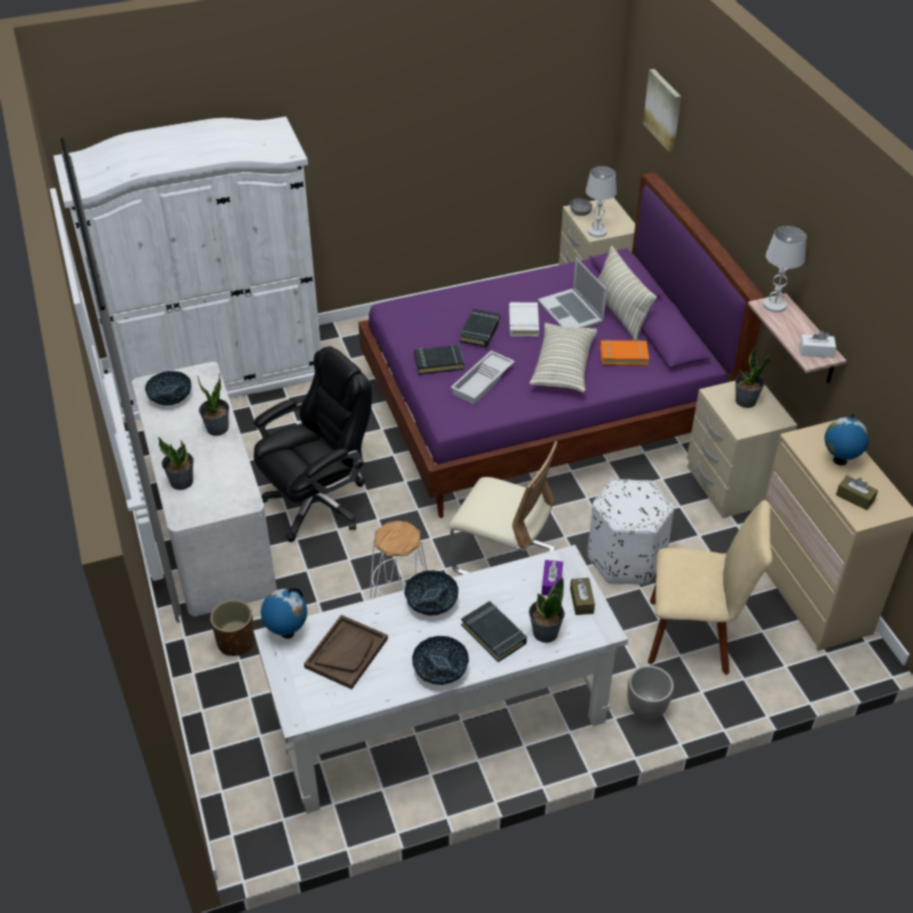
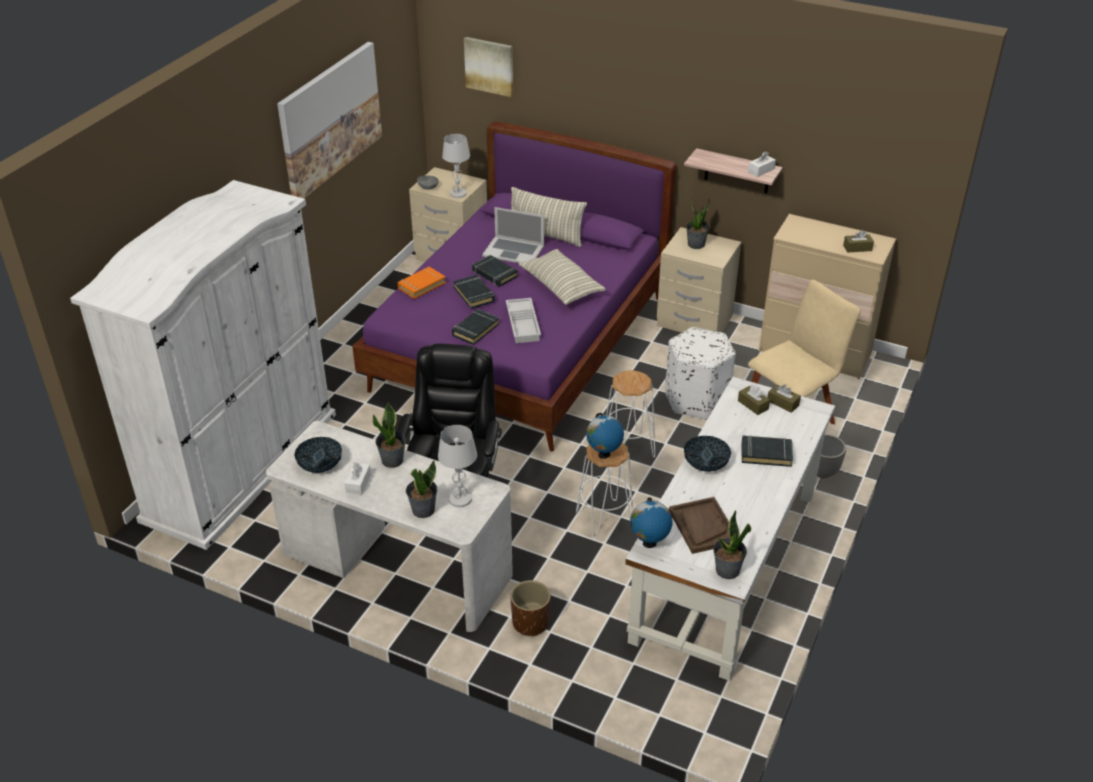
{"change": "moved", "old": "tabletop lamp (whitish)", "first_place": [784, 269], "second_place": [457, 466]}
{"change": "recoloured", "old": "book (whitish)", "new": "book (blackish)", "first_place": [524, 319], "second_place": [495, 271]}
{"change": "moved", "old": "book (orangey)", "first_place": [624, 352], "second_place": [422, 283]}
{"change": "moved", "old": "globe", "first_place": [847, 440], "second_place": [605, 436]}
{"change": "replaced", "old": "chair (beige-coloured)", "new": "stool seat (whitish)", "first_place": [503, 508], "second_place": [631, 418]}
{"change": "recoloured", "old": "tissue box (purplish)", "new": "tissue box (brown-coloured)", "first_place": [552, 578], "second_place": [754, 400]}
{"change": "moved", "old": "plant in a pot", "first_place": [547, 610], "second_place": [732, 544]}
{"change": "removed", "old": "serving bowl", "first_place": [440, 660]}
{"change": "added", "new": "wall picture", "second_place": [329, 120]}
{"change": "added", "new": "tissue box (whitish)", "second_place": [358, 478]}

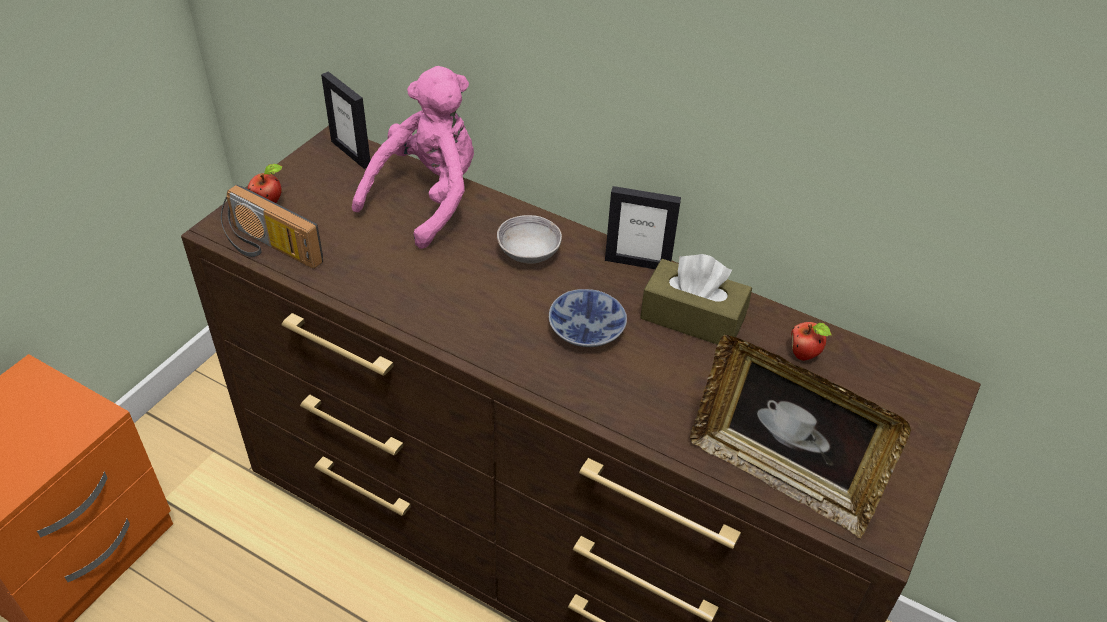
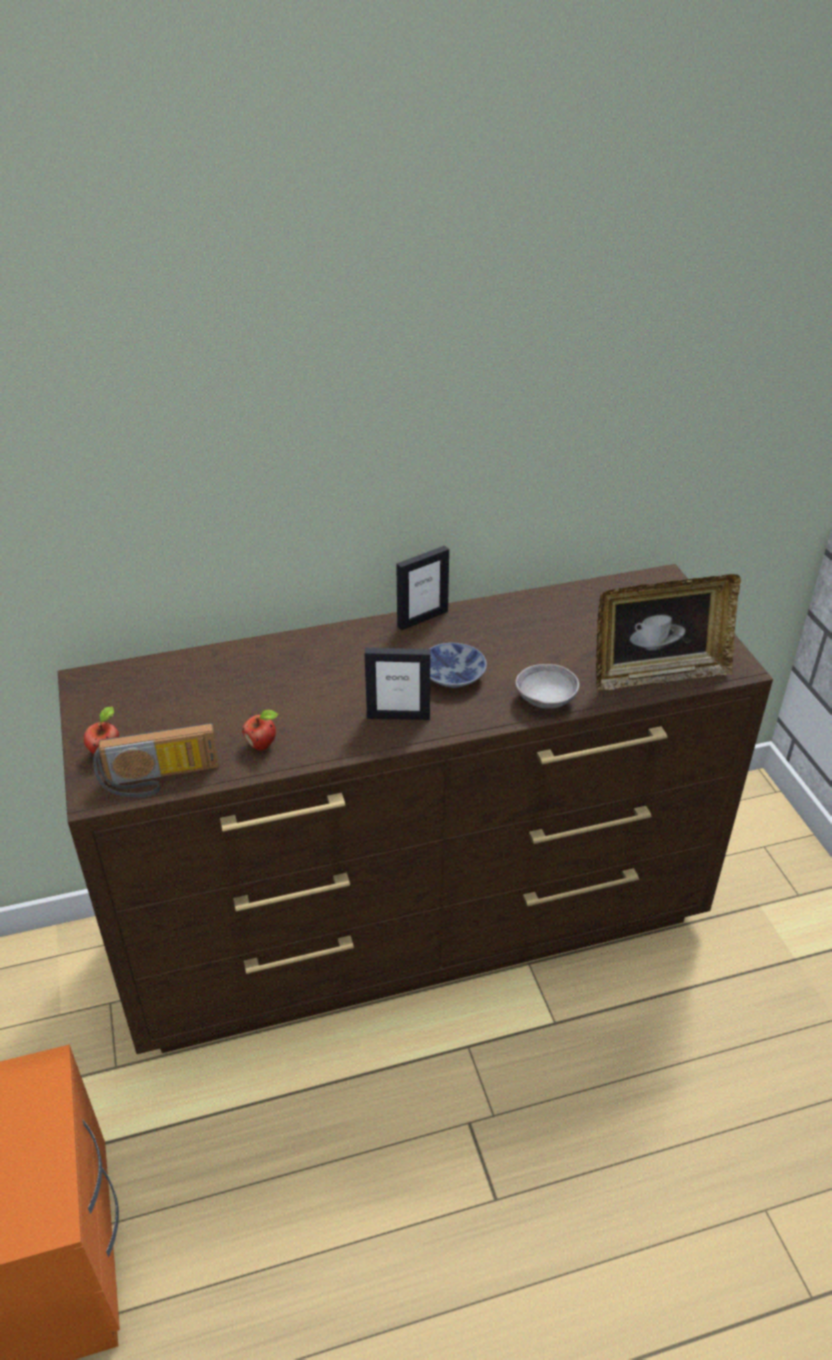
{"change": "removed", "old": "soft toy (pinkish)", "first_place": [413, 157]}
{"change": "moved", "old": "photo frame", "first_place": [345, 120], "second_place": [397, 684]}
{"change": "moved", "old": "serving bowl (grey)", "first_place": [529, 239], "second_place": [547, 686]}
{"change": "removed", "old": "tissue box (brown-coloured)", "first_place": [696, 299]}
{"change": "moved", "old": "whole apple", "first_place": [811, 341], "second_place": [260, 730]}

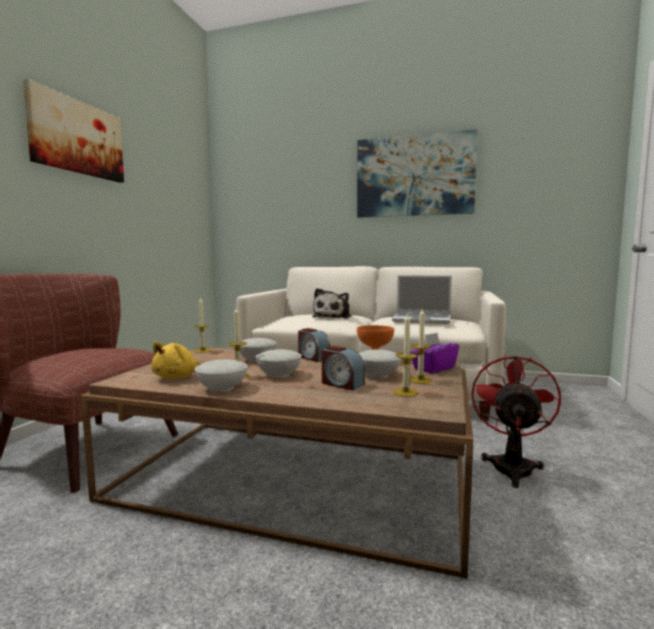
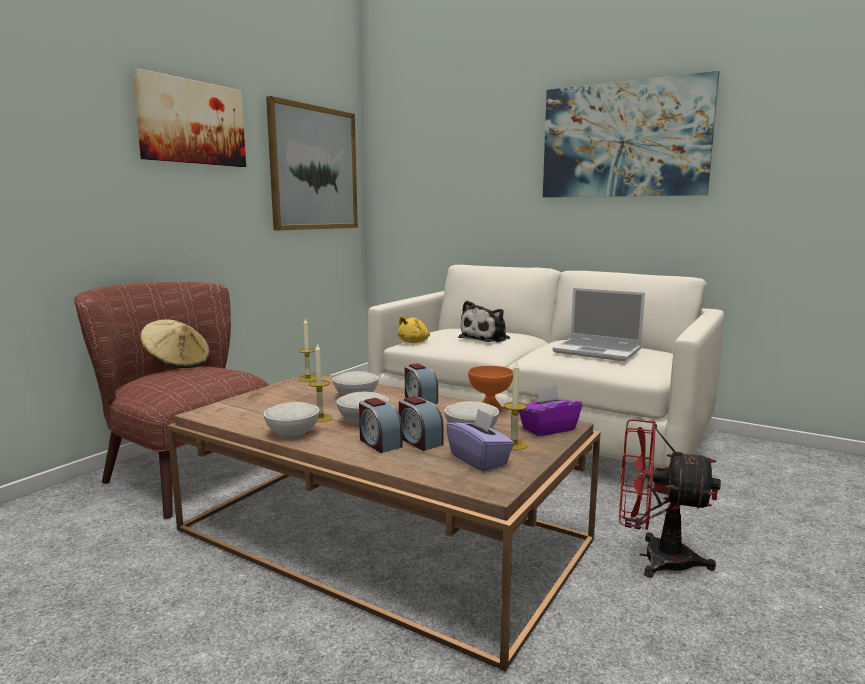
{"change": "replaced", "old": "candle", "new": "tissue box (purplish)", "first_place": [405, 355], "second_place": [480, 440]}
{"change": "moved", "old": "soft toy (yellow)", "first_place": [175, 360], "second_place": [414, 329]}
{"change": "turned", "old": "electric fan (reddish)", "first_place": [516, 421], "second_place": [670, 498], "degrees": -105}
{"change": "added", "new": "wall picture", "second_place": [312, 163]}
{"change": "added", "new": "wearable hat (beige-coloured)", "second_place": [175, 344]}
{"change": "added", "new": "table clock", "second_place": [381, 425]}

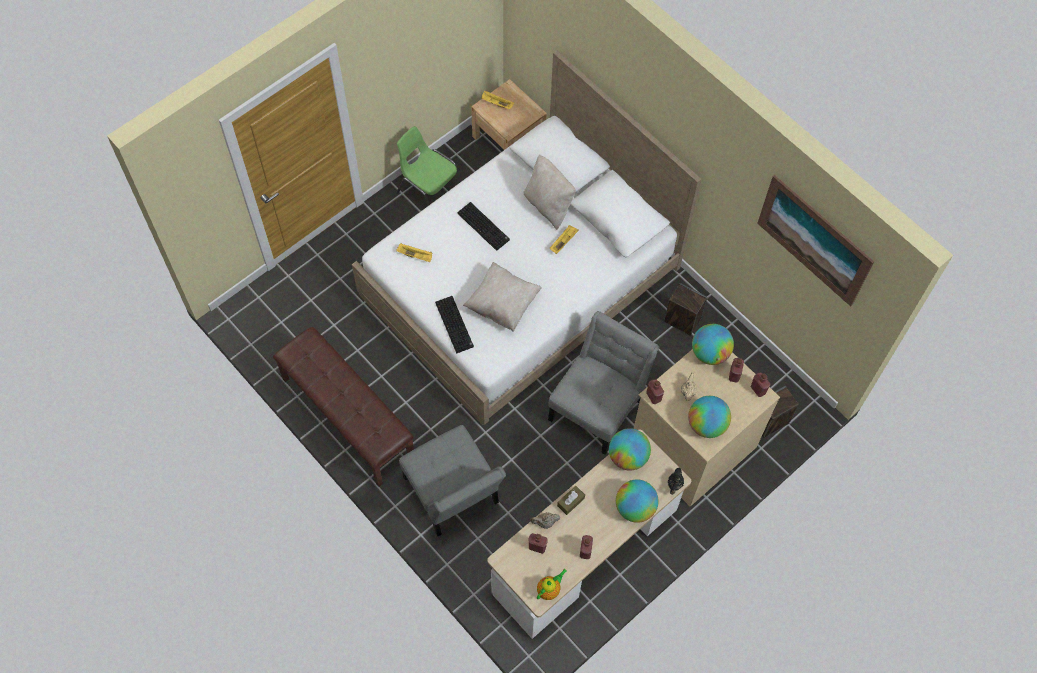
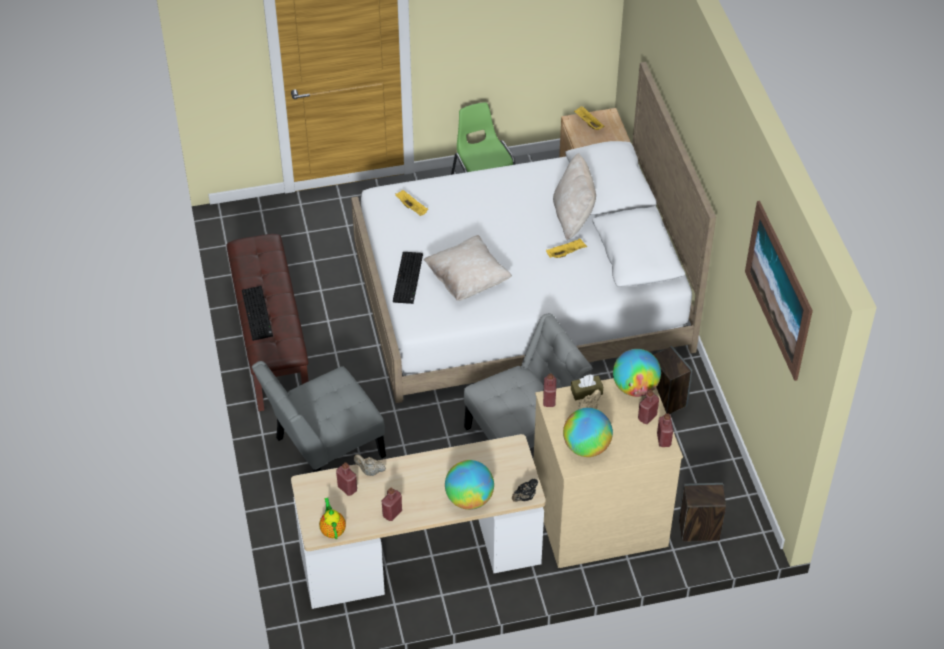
{"change": "moved", "old": "computer keyboard", "first_place": [483, 226], "second_place": [257, 313]}
{"change": "turned", "old": "chair (grey)", "first_place": [452, 480], "second_place": [319, 416], "degrees": 60}
{"change": "removed", "old": "globe", "first_place": [630, 449]}
{"change": "moved", "old": "tissue box (brown-coloured)", "first_place": [571, 500], "second_place": [587, 387]}
{"change": "turned", "old": "tea pot", "first_place": [552, 584], "second_place": [332, 518], "degrees": -90}

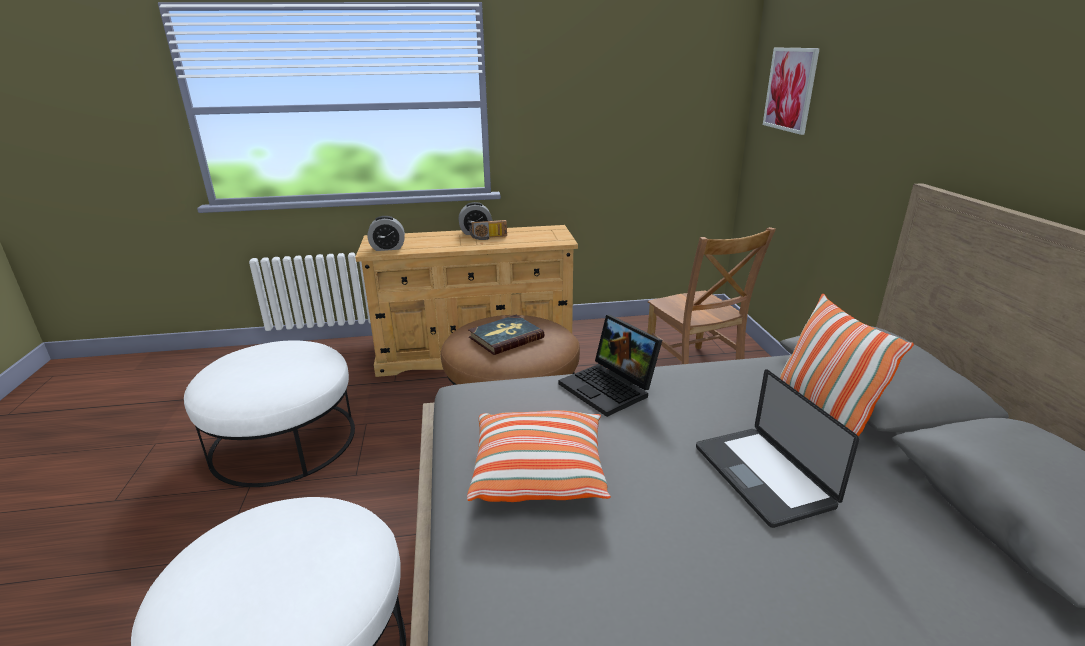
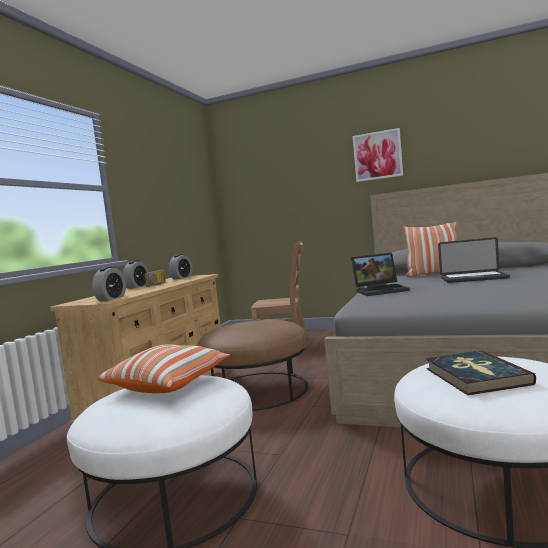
{"change": "moved", "old": "wall picture", "first_place": [791, 91], "second_place": [378, 155]}
{"change": "moved", "old": "book", "first_place": [506, 335], "second_place": [481, 372]}
{"change": "moved", "old": "throw pillow", "first_place": [539, 456], "second_place": [163, 368]}
{"change": "added", "new": "table clock", "second_place": [180, 266]}

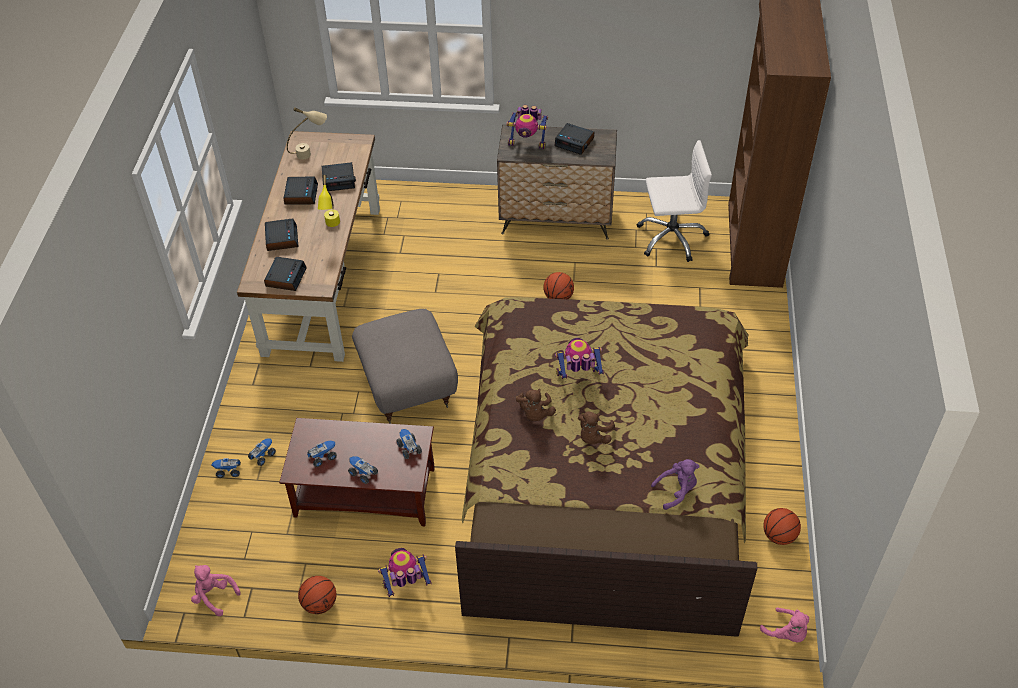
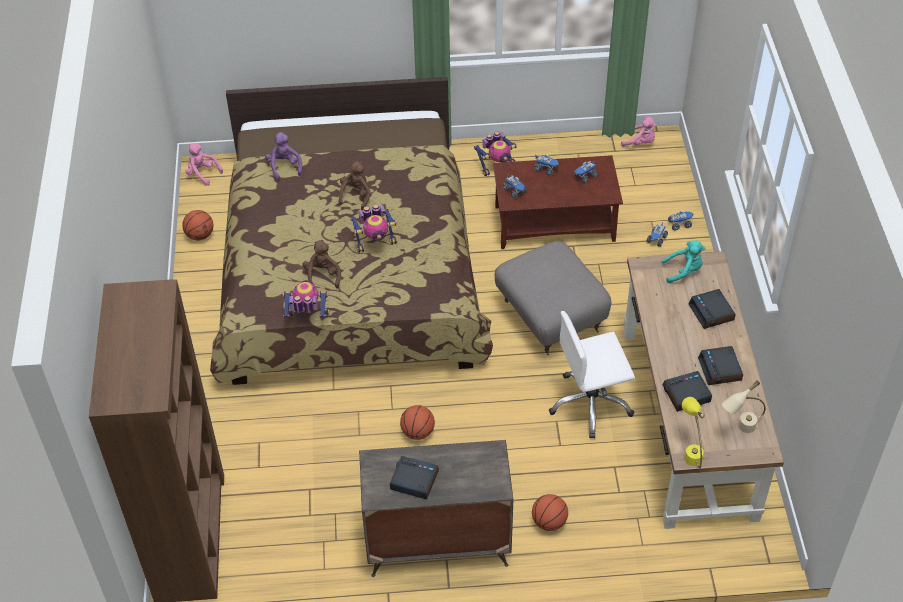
{"change": "moved", "old": "model robot", "first_place": [527, 127], "second_place": [306, 299]}
{"change": "moved", "old": "office chair (whitish)", "first_place": [674, 201], "second_place": [592, 374]}
{"change": "moved", "old": "tabletop lamp (yellow)", "first_place": [329, 201], "second_place": [693, 432]}
{"change": "replaced", "old": "table clock", "new": "soft toy (turquoise-coloured)", "first_place": [285, 274], "second_place": [683, 261]}
{"change": "moved", "old": "soft toy (brown-coloured)", "first_place": [536, 405], "second_place": [321, 264]}
{"change": "turned", "old": "soft toy (purplish)", "first_place": [675, 484], "second_place": [283, 156], "degrees": 105}
{"change": "moved", "old": "basketball", "first_place": [317, 595], "second_place": [550, 512]}

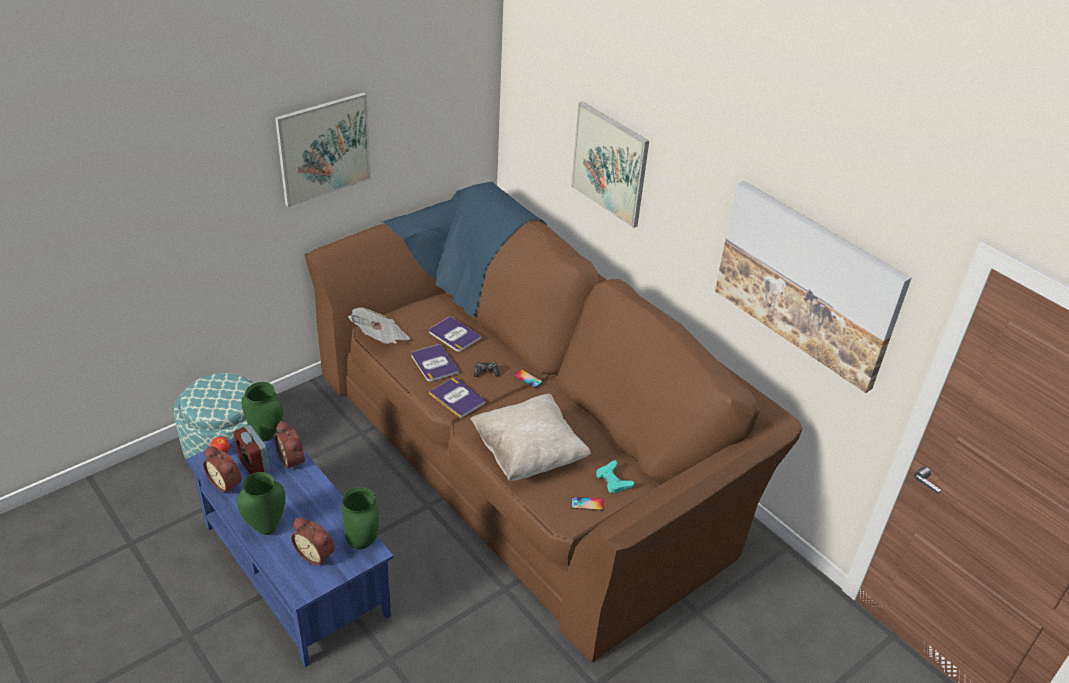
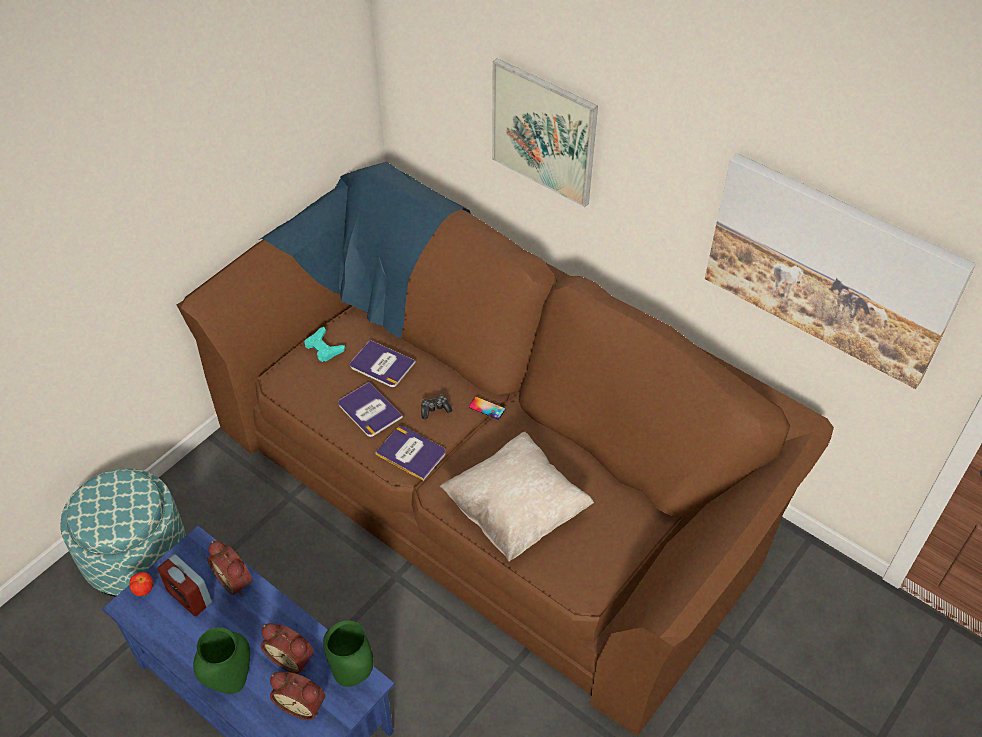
{"change": "removed", "old": "wall picture", "first_place": [323, 149]}
{"change": "removed", "old": "daily paper", "first_place": [379, 325]}
{"change": "removed", "old": "flower vase (green)", "first_place": [262, 411]}
{"change": "moved", "old": "table clock", "first_place": [222, 470], "second_place": [287, 648]}
{"change": "moved", "old": "game controller (turquoise-coloured)", "first_place": [615, 477], "second_place": [324, 344]}
{"change": "removed", "old": "phone", "first_place": [587, 504]}

